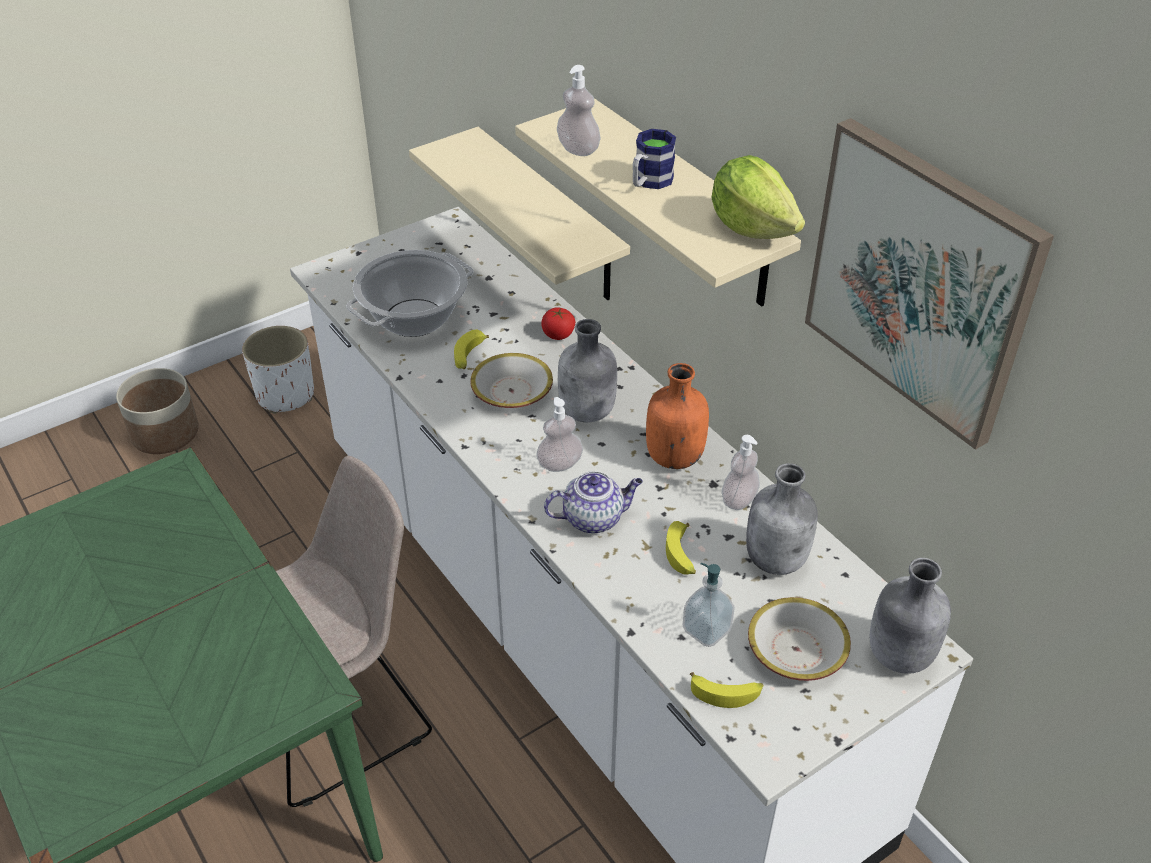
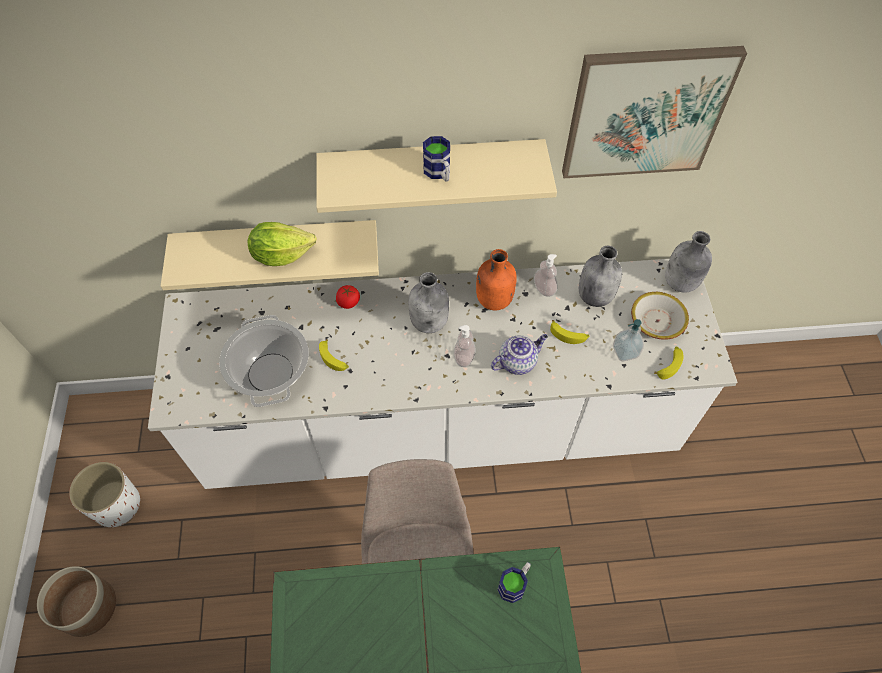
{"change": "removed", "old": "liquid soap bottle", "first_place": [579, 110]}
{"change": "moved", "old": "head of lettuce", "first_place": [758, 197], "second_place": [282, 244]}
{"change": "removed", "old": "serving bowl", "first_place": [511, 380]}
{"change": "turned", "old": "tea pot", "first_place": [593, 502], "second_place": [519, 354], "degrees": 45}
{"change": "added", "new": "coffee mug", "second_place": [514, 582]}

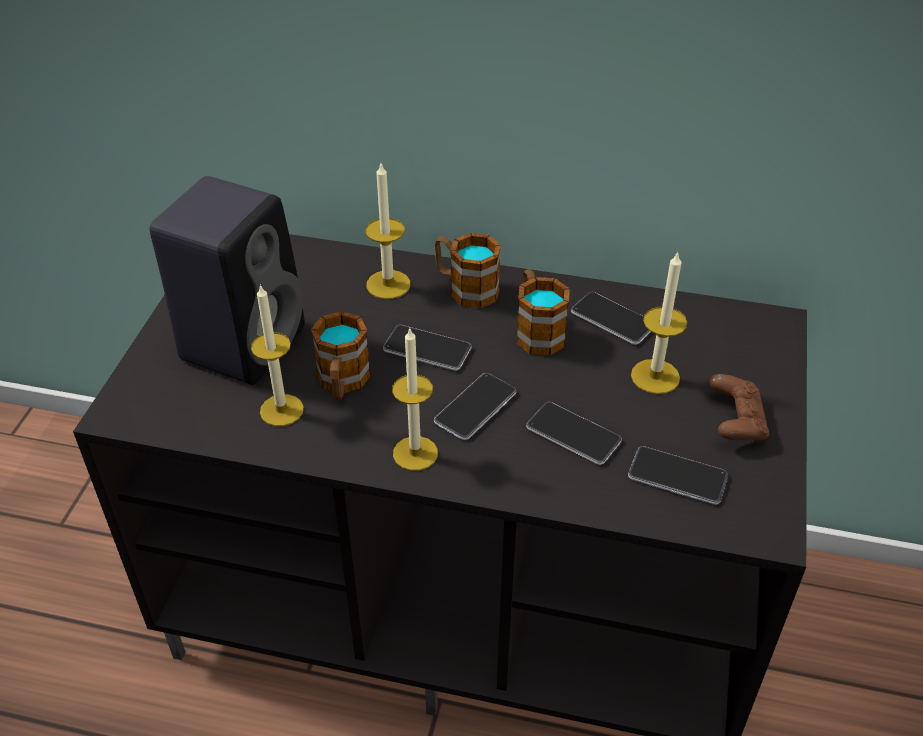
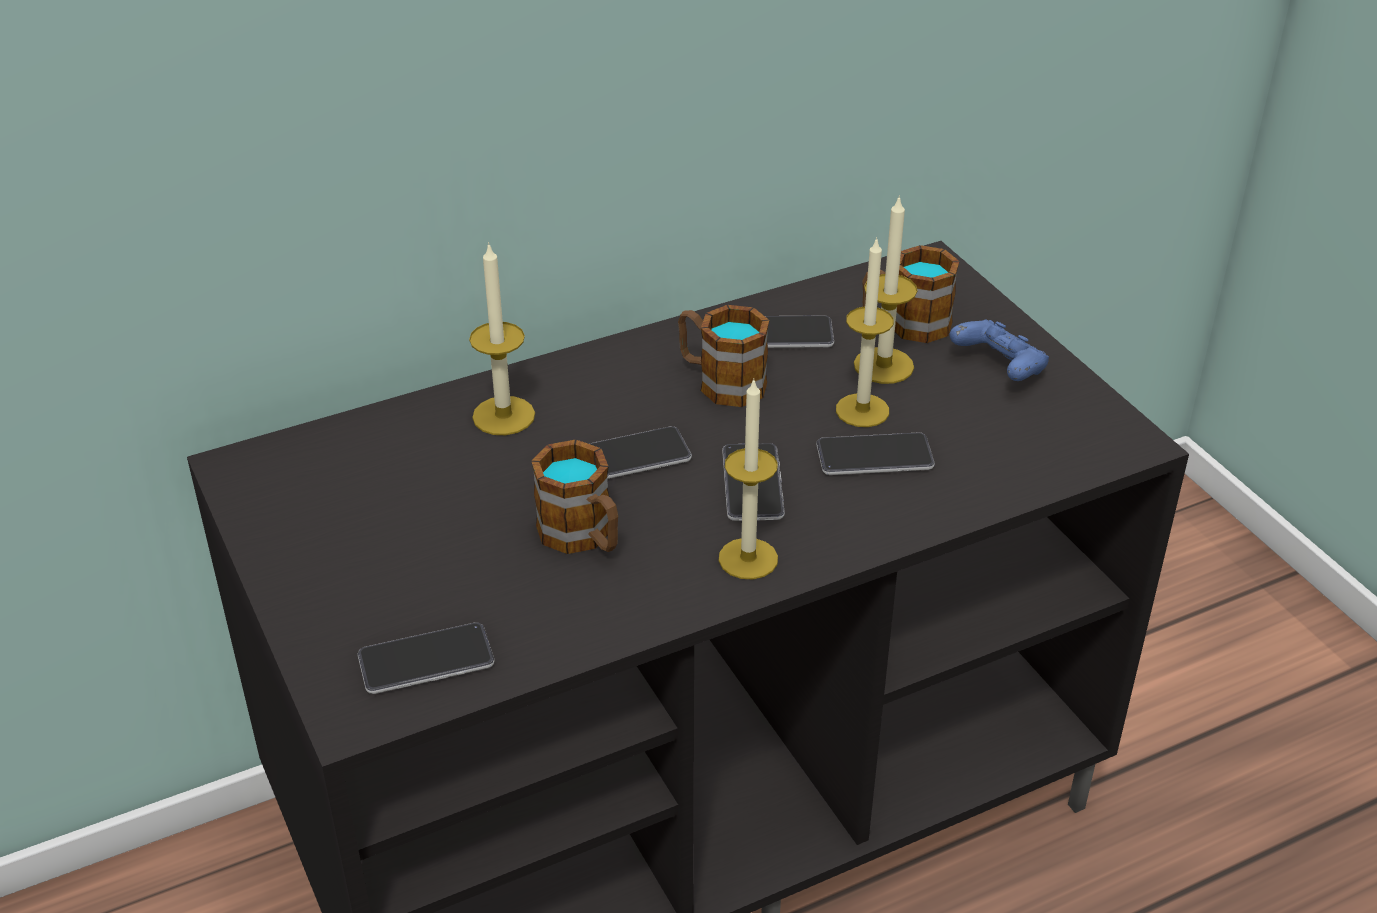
{"change": "removed", "old": "speaker (blackish)", "first_place": [227, 280]}
{"change": "moved", "old": "coffee mug", "first_place": [467, 271], "second_place": [911, 294]}
{"change": "moved", "old": "candle", "first_place": [277, 355], "second_place": [865, 332]}
{"change": "recoloured", "old": "game controller (brown-coloured)", "new": "game controller (bluish)", "first_place": [739, 408], "second_place": [999, 350]}
{"change": "moved", "old": "phone", "first_place": [678, 475], "second_place": [426, 658]}

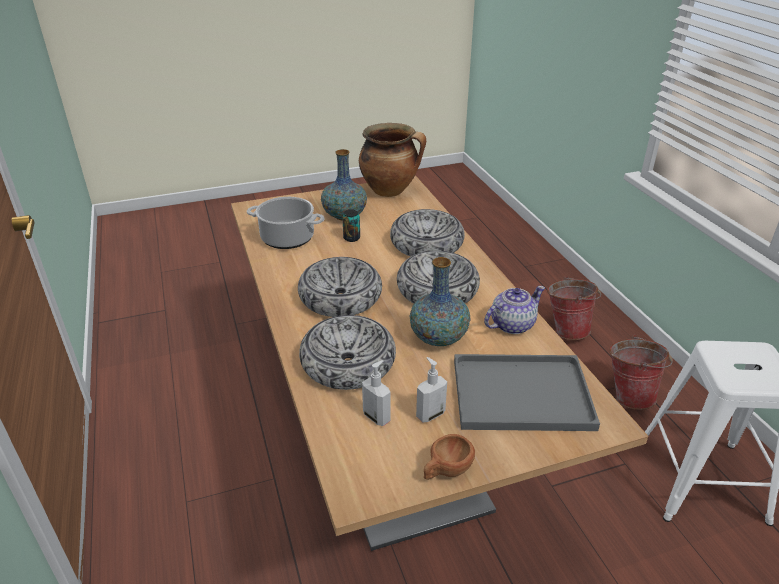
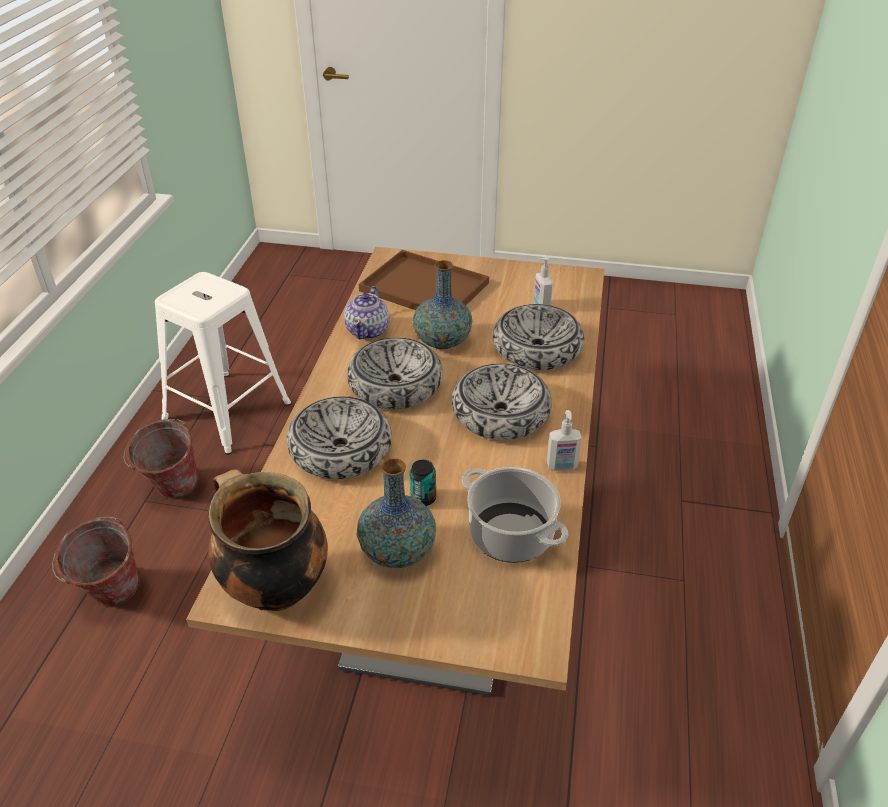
{"change": "turned", "old": "tea pot", "first_place": [514, 310], "second_place": [367, 313], "degrees": -75}
{"change": "recoloured", "old": "carrying tray (grey)", "new": "carrying tray (brown-coloured)", "first_place": [527, 392], "second_place": [424, 280]}
{"change": "moved", "old": "liquid soap bottle", "first_place": [431, 390], "second_place": [564, 440]}
{"change": "removed", "old": "small cup (brown-coloured)", "first_place": [449, 457]}

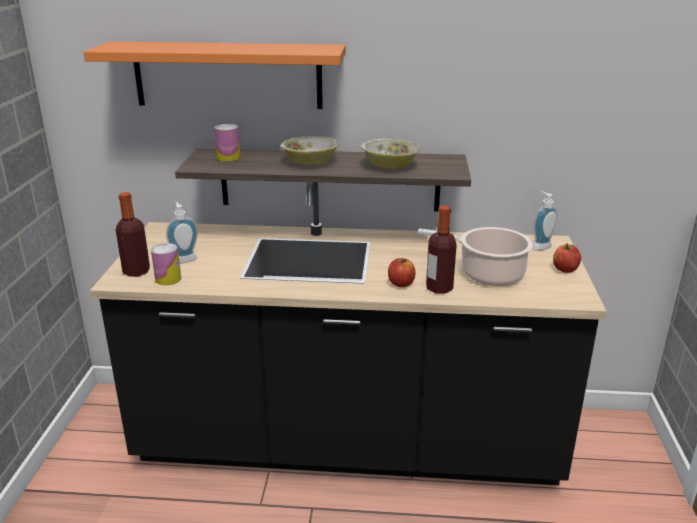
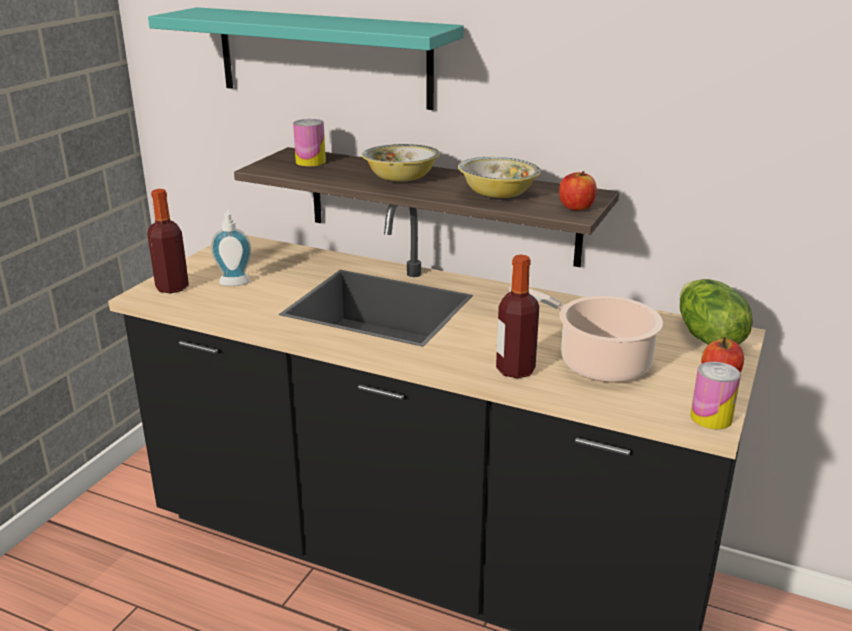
{"change": "recoloured", "old": "bracket shelf (orangey)", "new": "bracket shelf (turquoise-coloured)", "first_place": [214, 75], "second_place": [306, 58]}
{"change": "replaced", "old": "liquid soap bottle", "new": "head of lettuce", "first_place": [545, 221], "second_place": [716, 312]}
{"change": "moved", "old": "metal can", "first_place": [166, 264], "second_place": [715, 395]}
{"change": "moved", "old": "whole apple", "first_place": [401, 272], "second_place": [578, 191]}

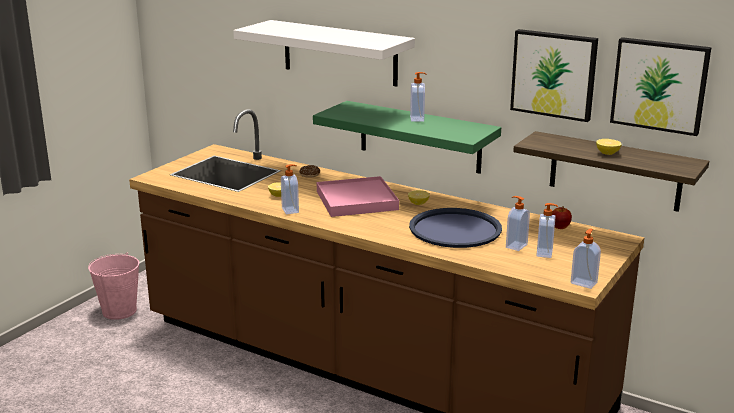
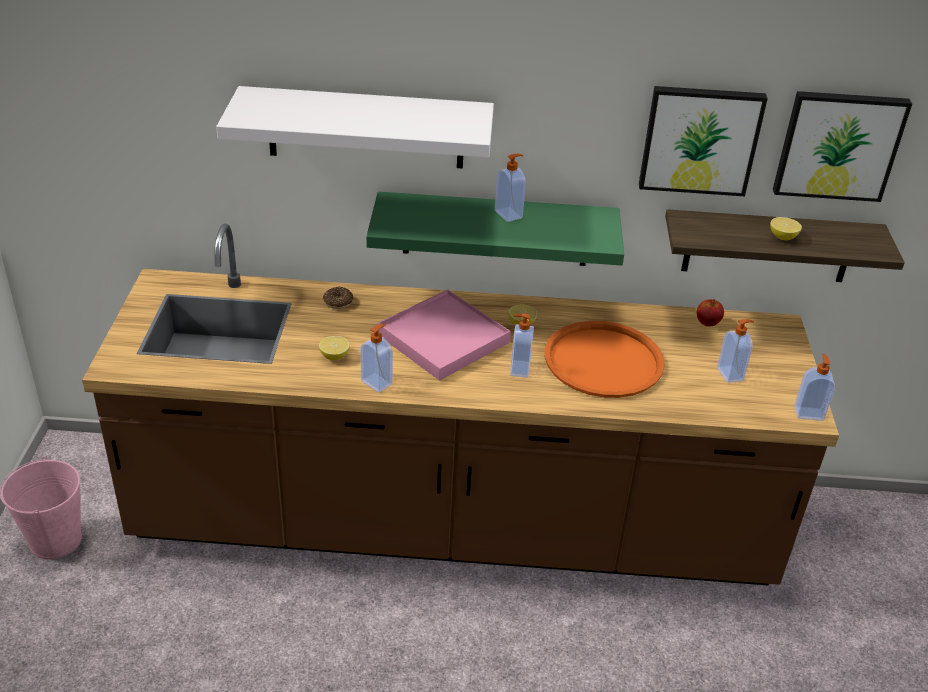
{"change": "moved", "old": "liquid soap bottle", "first_place": [518, 223], "second_place": [522, 345]}
{"change": "recoloured", "old": "carrying tray (bluish)", "new": "carrying tray (orangey)", "first_place": [455, 228], "second_place": [604, 359]}

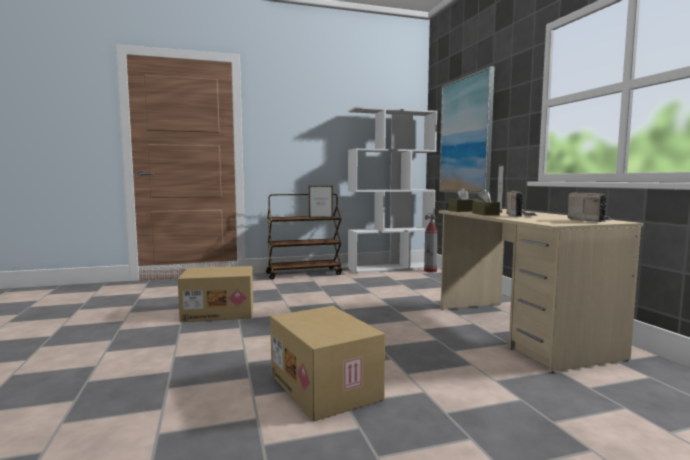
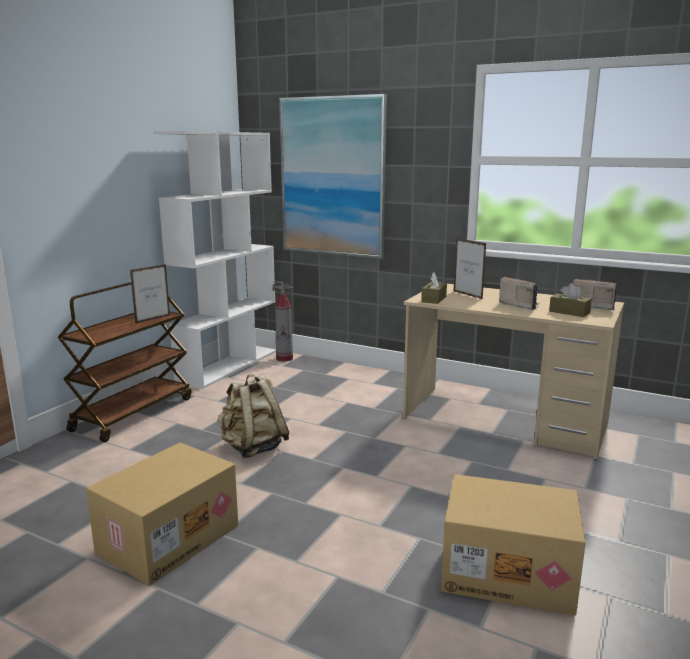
{"change": "moved", "old": "tissue box (brown-coloured)", "first_place": [486, 202], "second_place": [570, 300]}
{"change": "added", "new": "backpack (beige-coloured)", "second_place": [253, 416]}

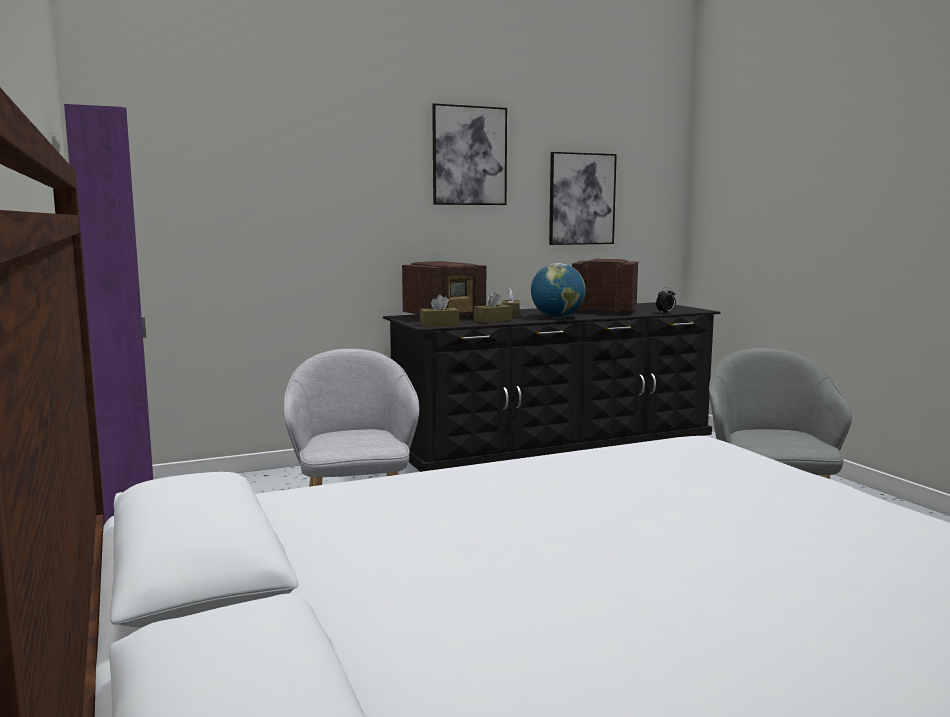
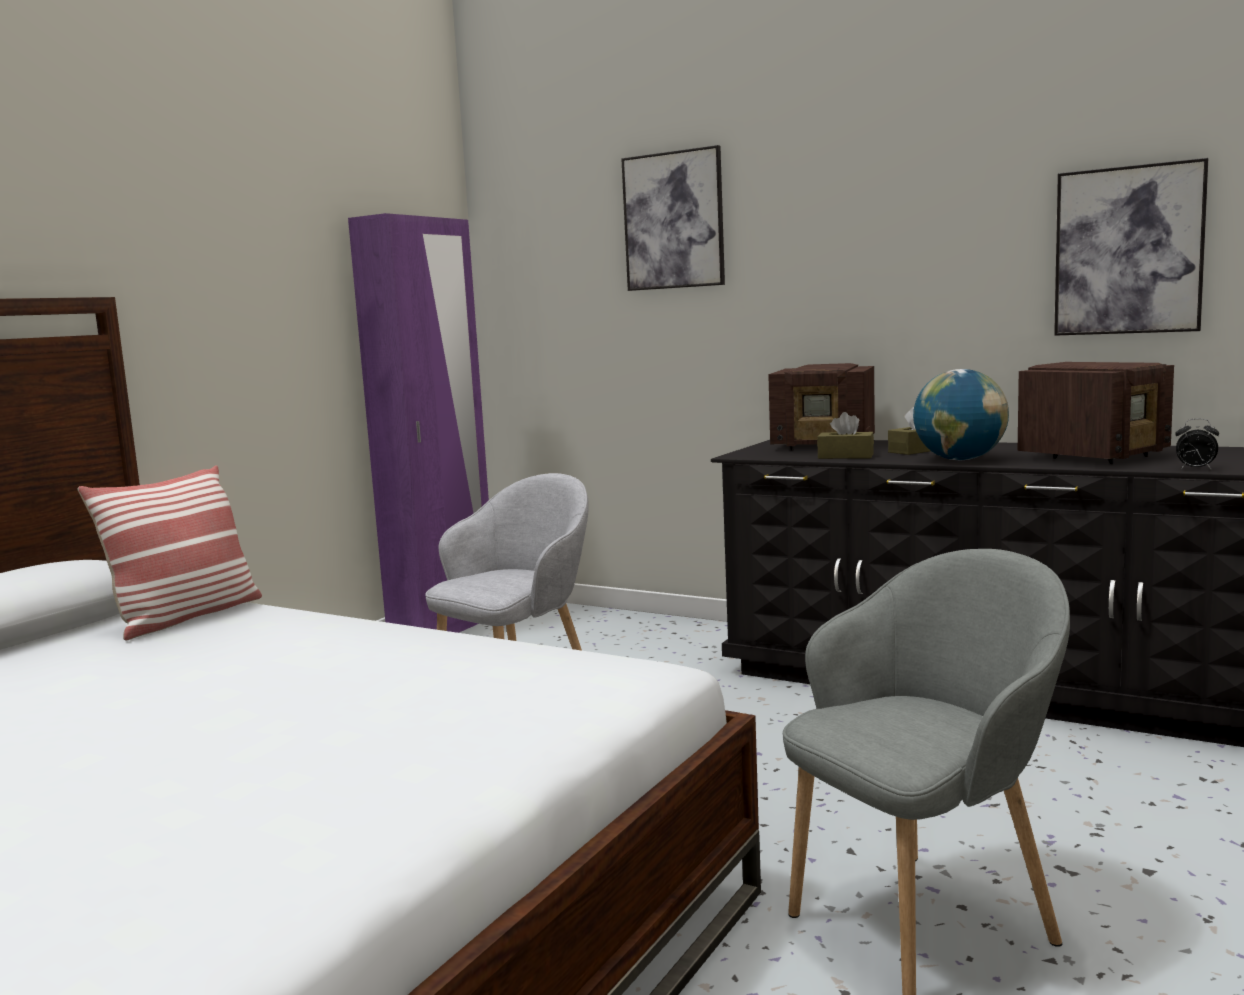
{"change": "moved", "old": "wall picture", "first_place": [469, 154], "second_place": [673, 218]}
{"change": "turned", "old": "radio set", "first_place": [605, 286], "second_place": [1096, 413], "degrees": 75}
{"change": "removed", "old": "tissue box (brown-coloured)", "first_place": [439, 310]}
{"change": "added", "new": "throw pillow", "second_place": [170, 552]}

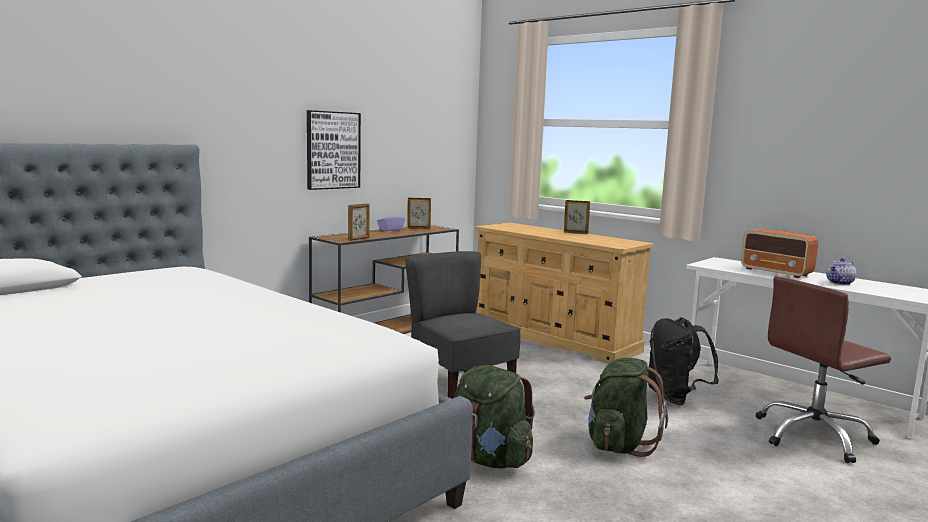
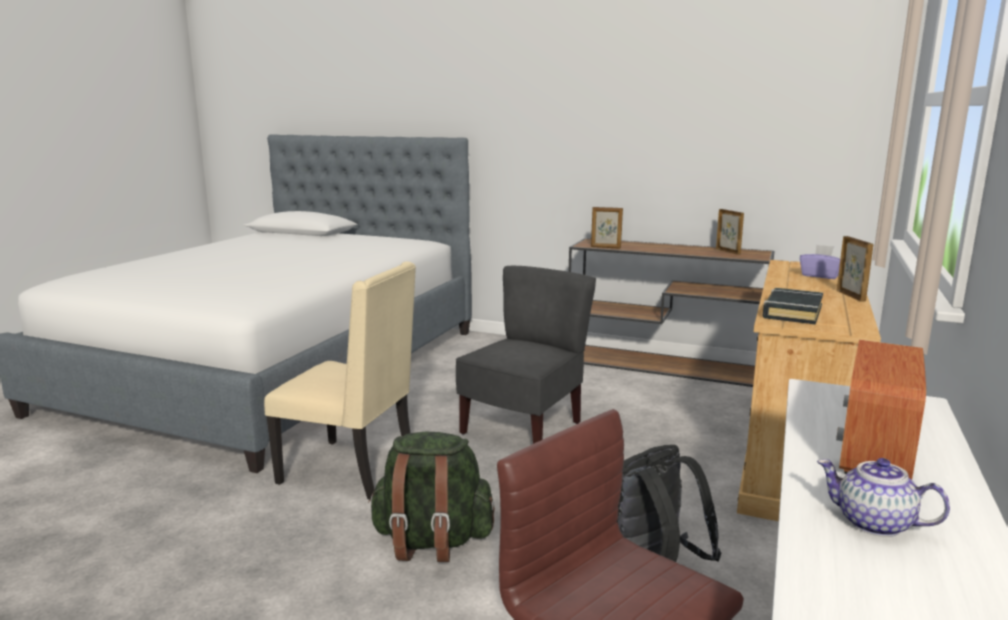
{"change": "removed", "old": "wall picture", "first_place": [334, 150]}
{"change": "moved", "old": "tissue box (purplish)", "first_place": [391, 221], "second_place": [820, 262]}
{"change": "replaced", "old": "backpack (green)", "new": "chair (beige-coloured)", "first_place": [494, 417], "second_place": [340, 380]}
{"change": "added", "new": "book (blackish)", "second_place": [793, 306]}

